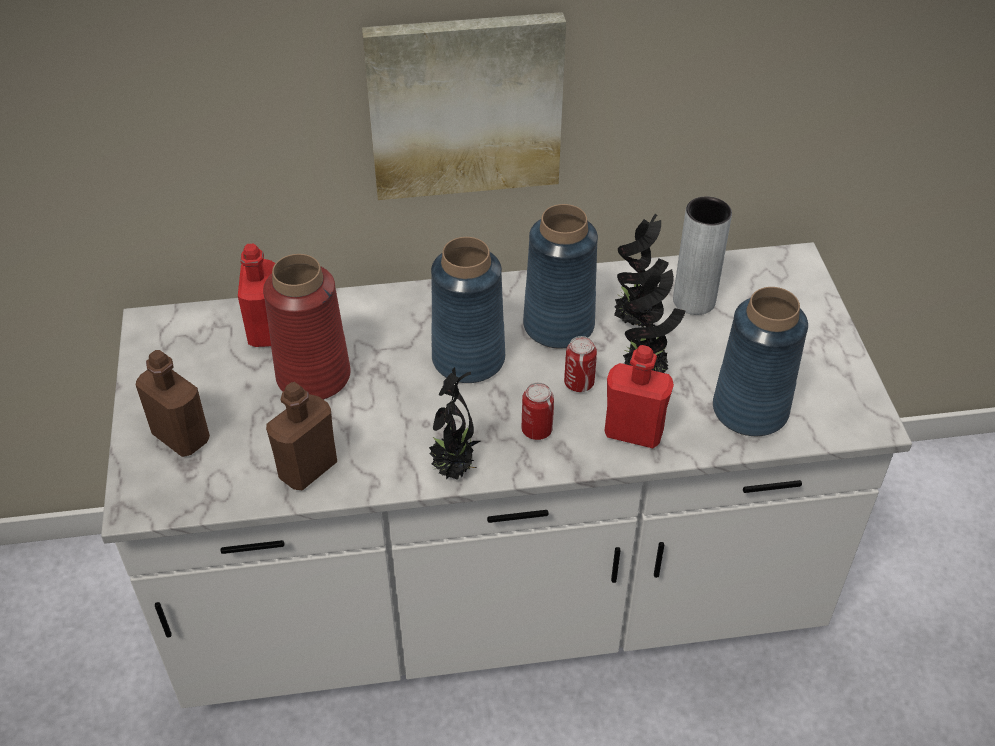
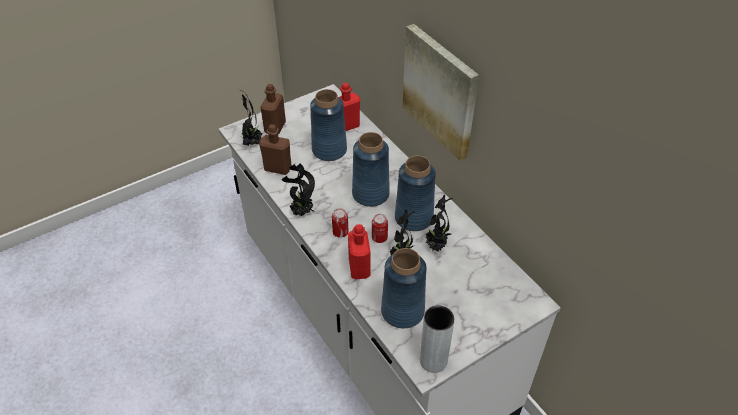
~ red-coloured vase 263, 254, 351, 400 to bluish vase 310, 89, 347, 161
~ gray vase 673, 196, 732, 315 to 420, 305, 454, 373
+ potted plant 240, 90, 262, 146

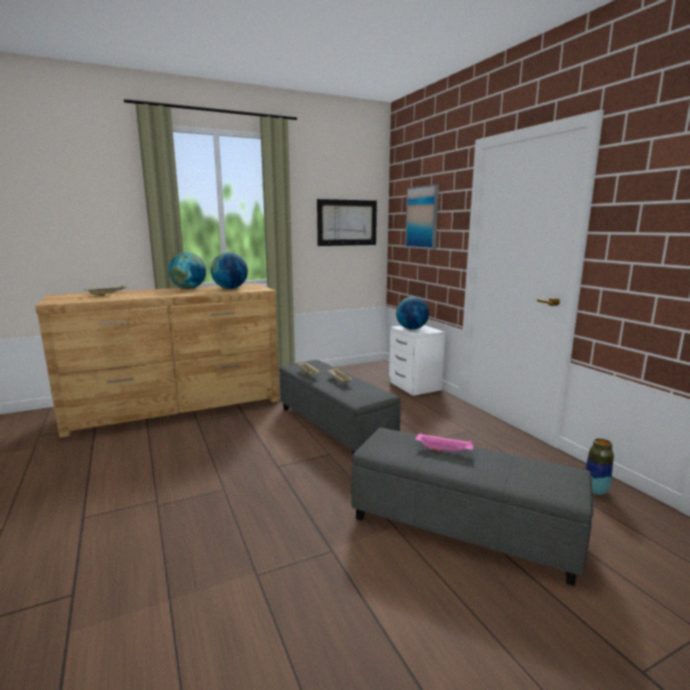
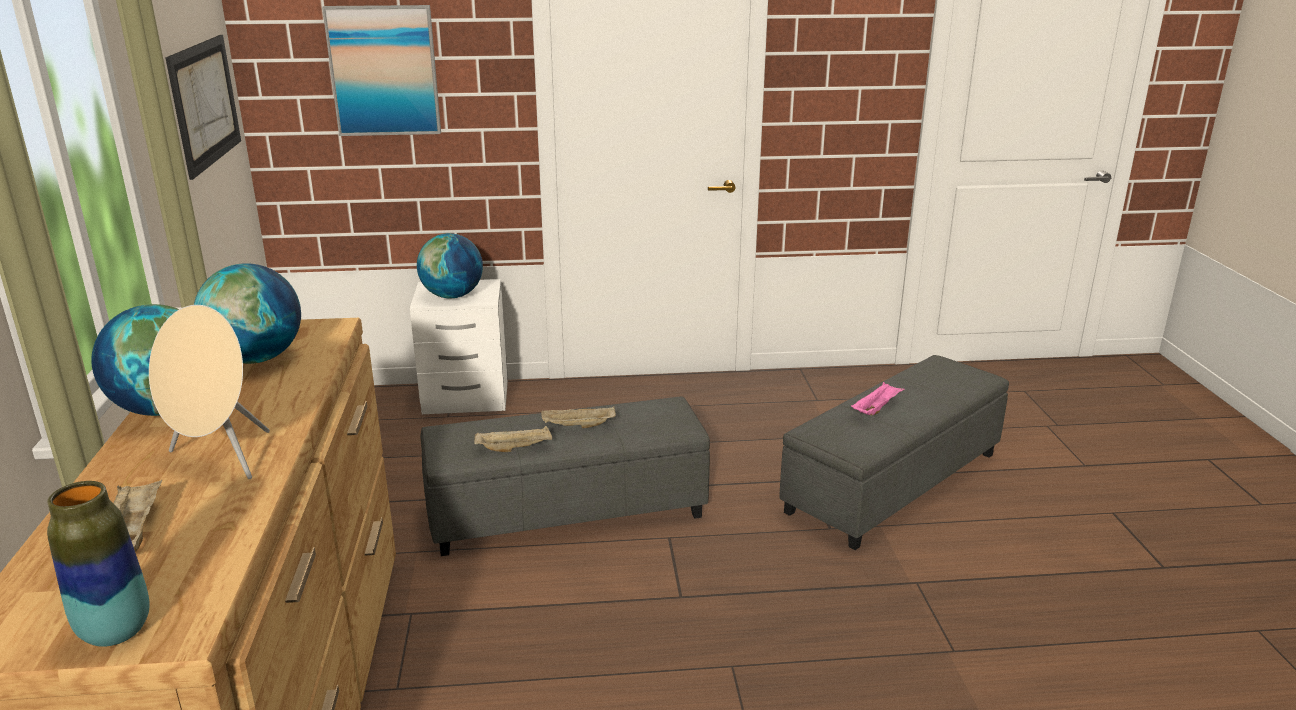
~ vase 585, 439, 614, 495 to 47, 481, 150, 647
+ beige-coloured speaker 149, 305, 270, 479

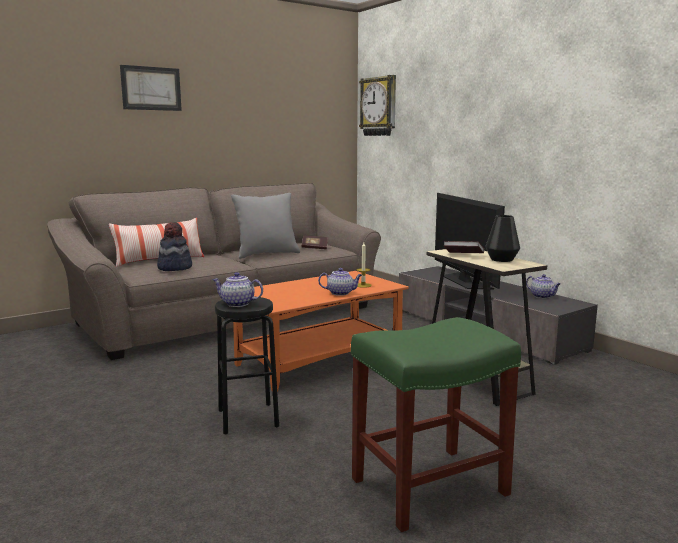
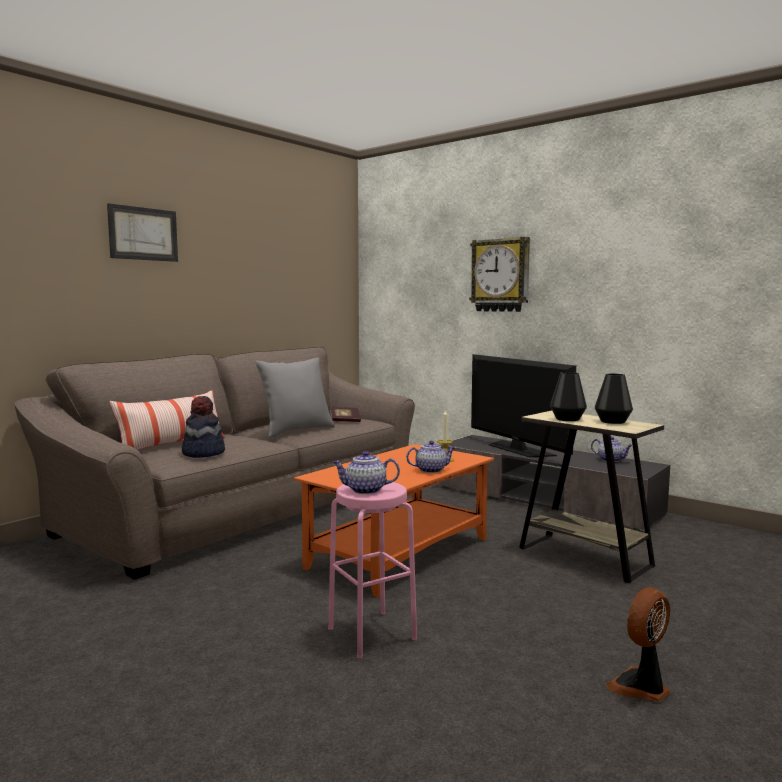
~ black-coloured stool 215, 297, 279, 434 to pink stool 328, 482, 417, 658
~ green-coloured stool 351, 317, 521, 532 to cooling fan 606, 587, 671, 702
~ clock on the wall 359, 75, 396, 136 to 469, 237, 530, 312
~ bound book 444, 241, 484, 253 to black-coloured vase 550, 372, 587, 421

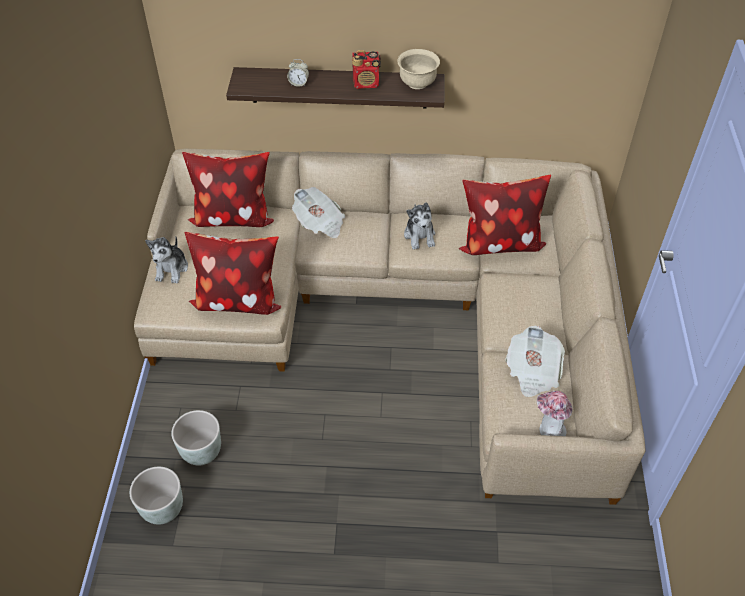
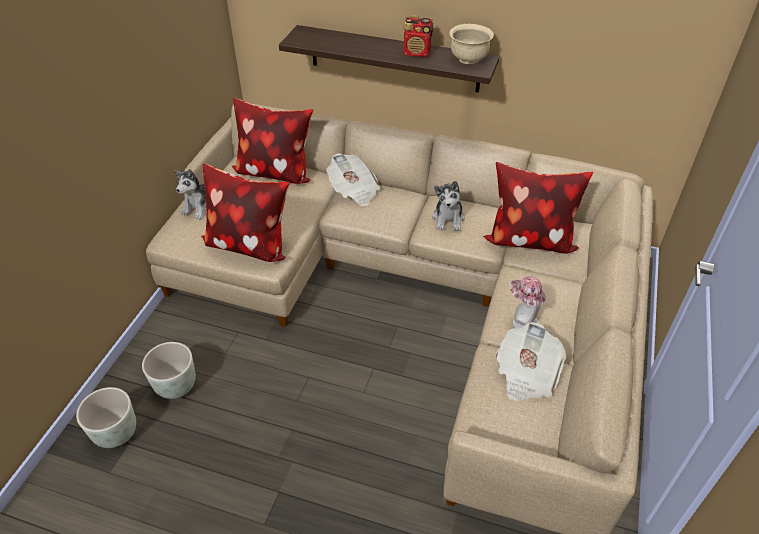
- bedside clock 287, 59, 309, 87
~ wearable hat 537, 391, 572, 436 to 510, 276, 546, 329

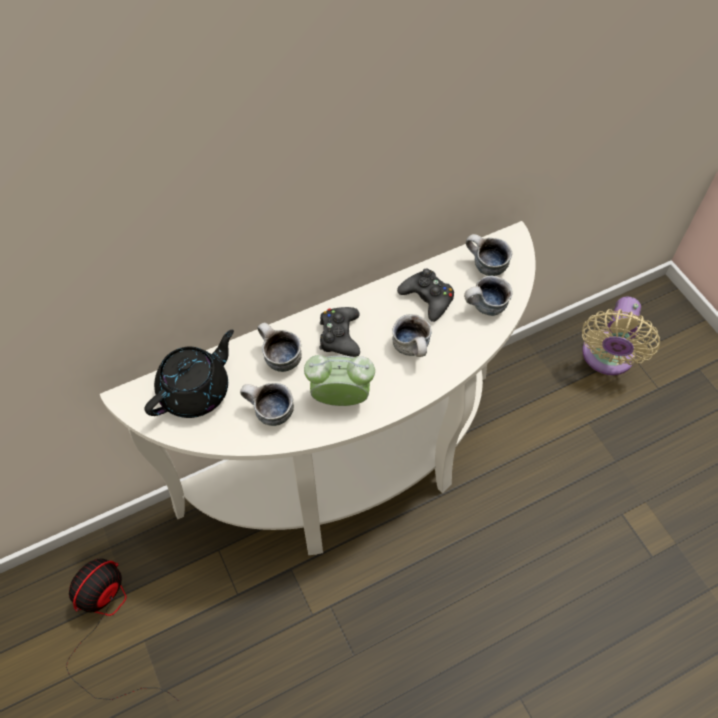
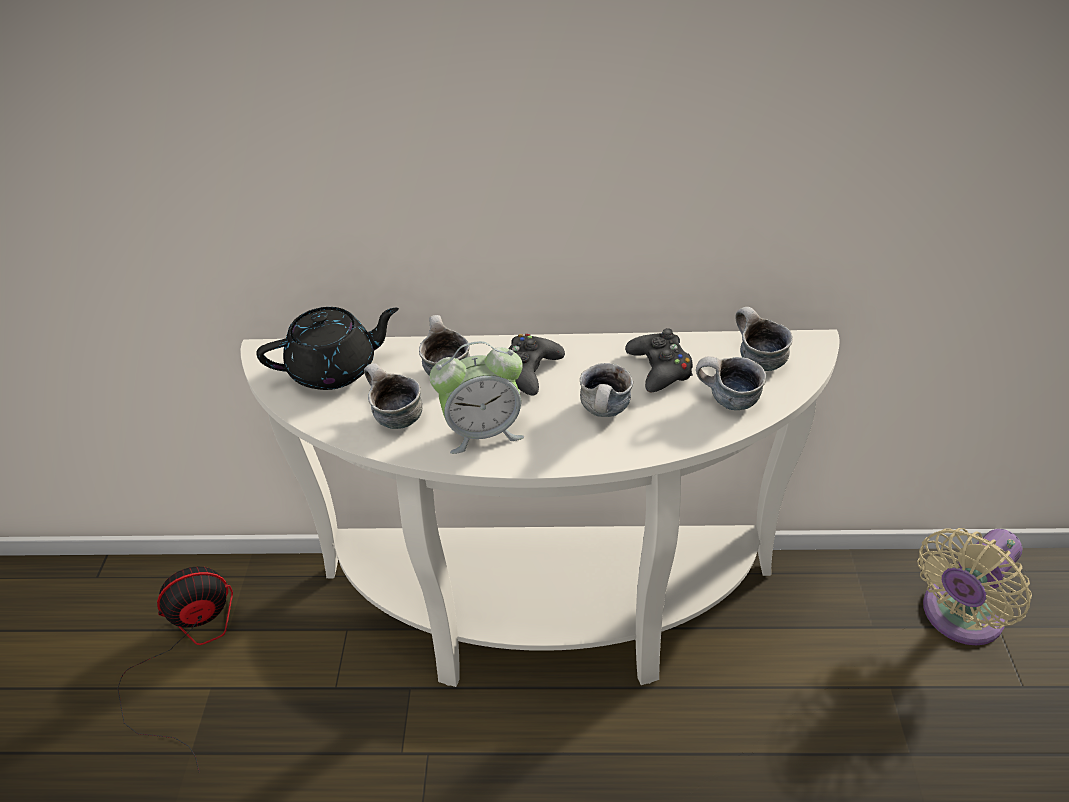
~ bedside clock 304, 355, 375, 406 = 430, 341, 524, 454 135 degrees clockwise

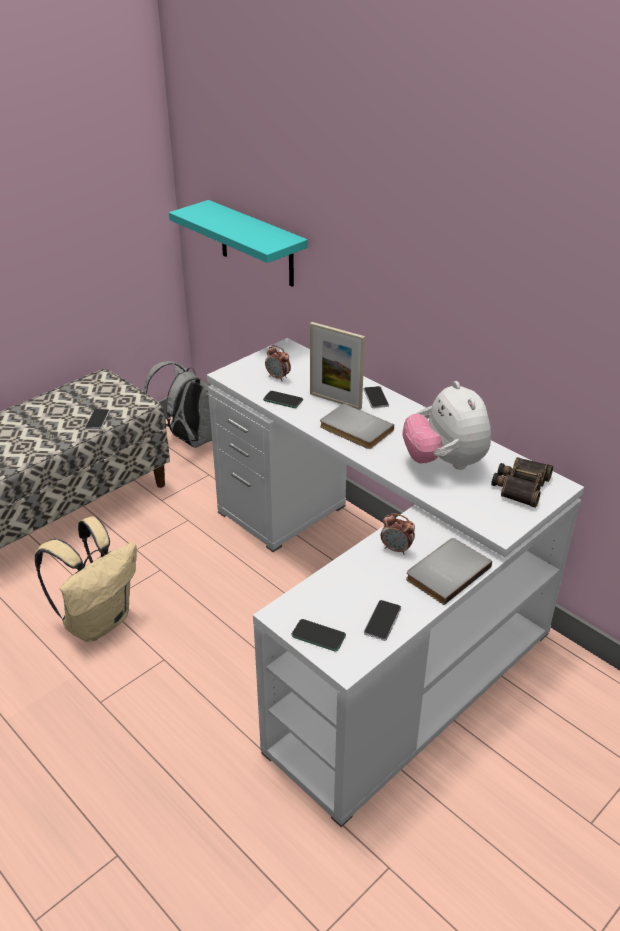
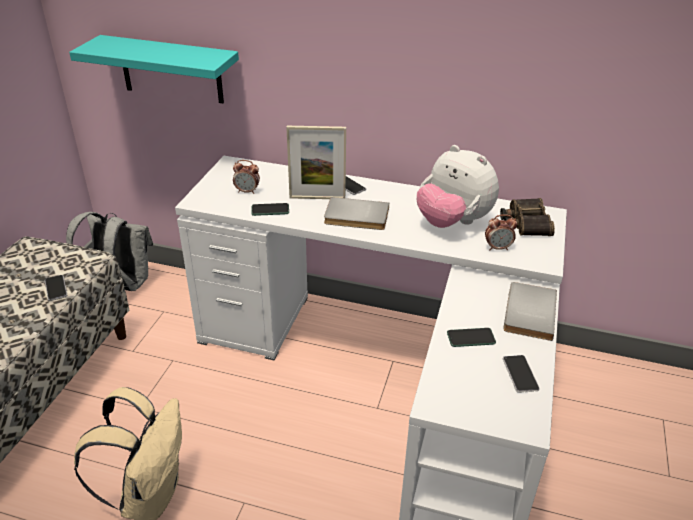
~ handset 291, 619, 346, 651 to 447, 328, 496, 347
~ bedside clock 381, 513, 415, 555 to 485, 214, 517, 250

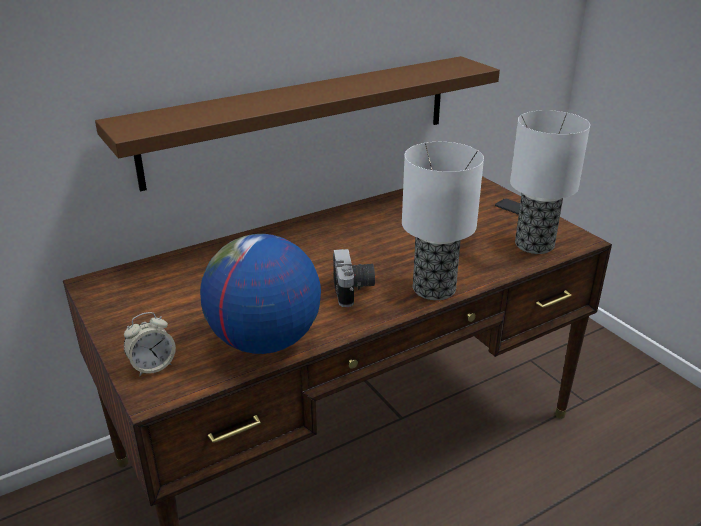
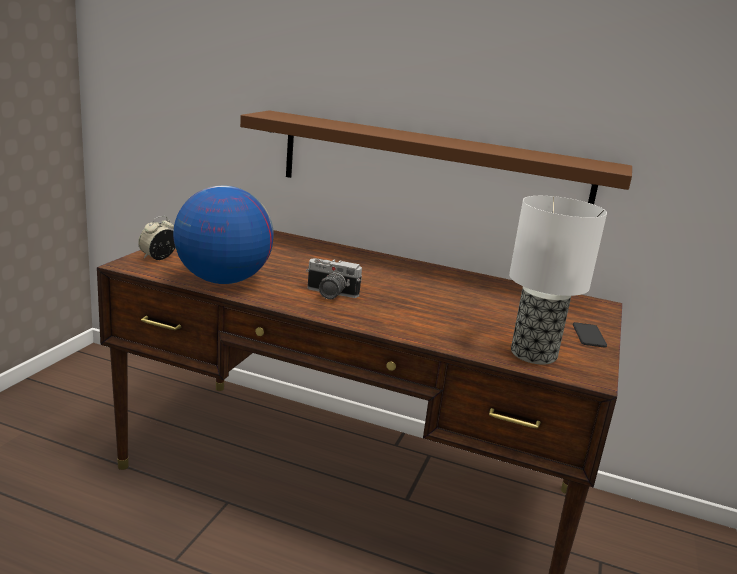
~ bedside clock 124, 312, 176, 376 = 138, 216, 175, 260 105 degrees clockwise
~ photo camera 333, 249, 375, 307 = 306, 258, 362, 299 60 degrees clockwise
- lamp for a table 402, 142, 484, 300

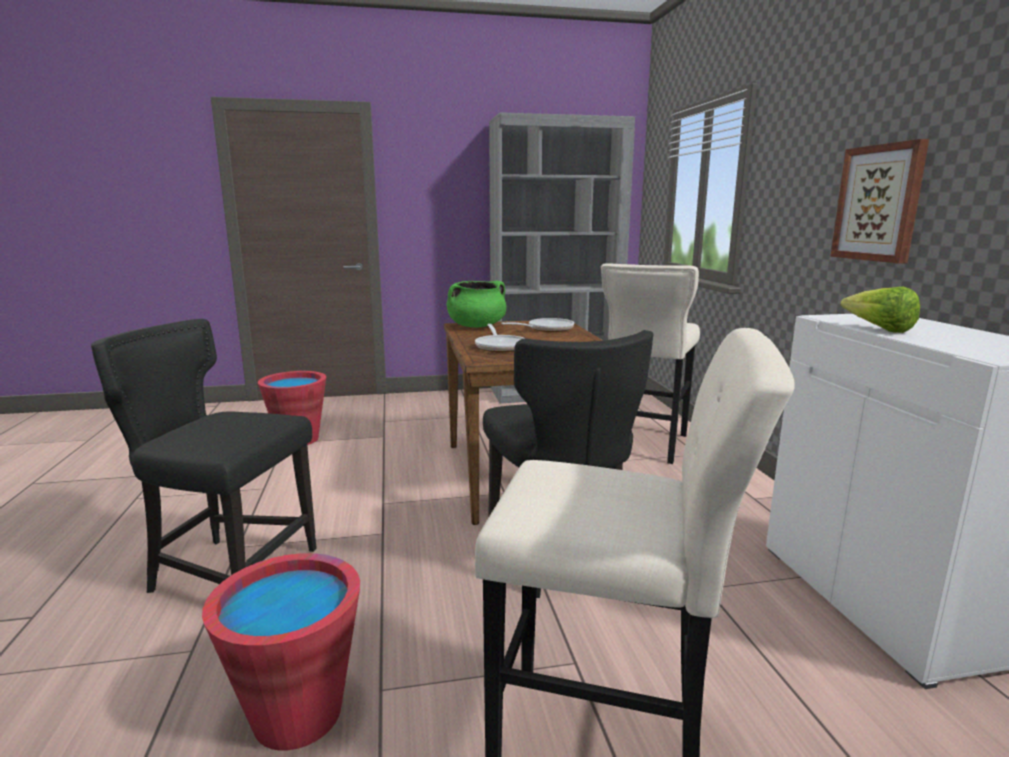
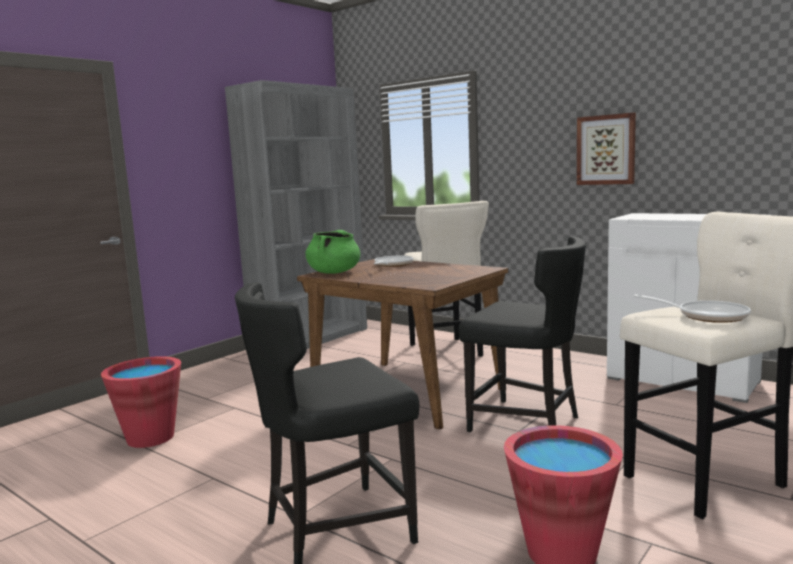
~ pan 475, 324, 526, 352 to 634, 294, 751, 323
- head of lettuce 840, 287, 920, 333

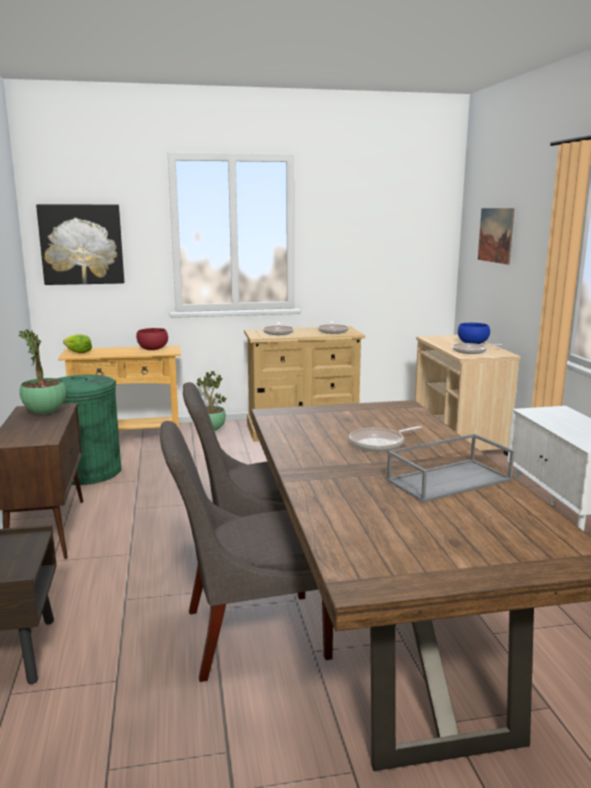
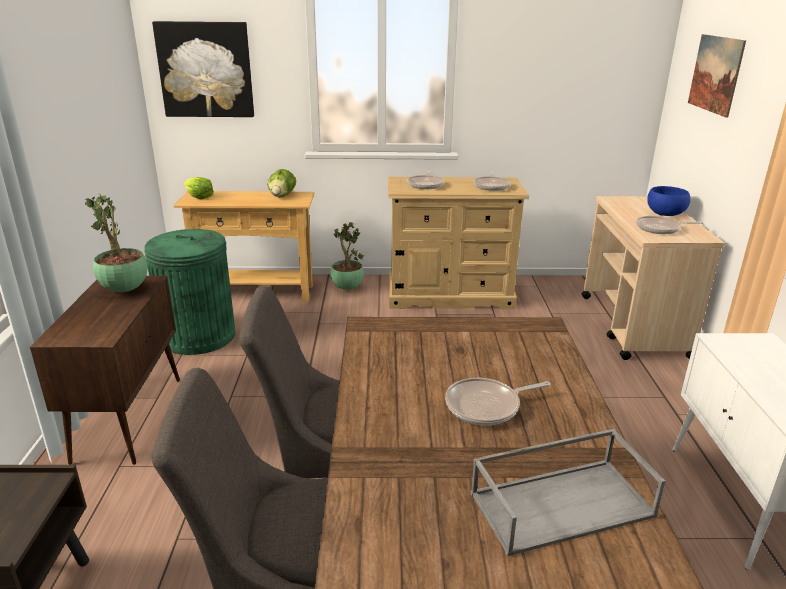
~ red-coloured deep dish 136, 328, 168, 350 to head of lettuce 268, 169, 296, 197

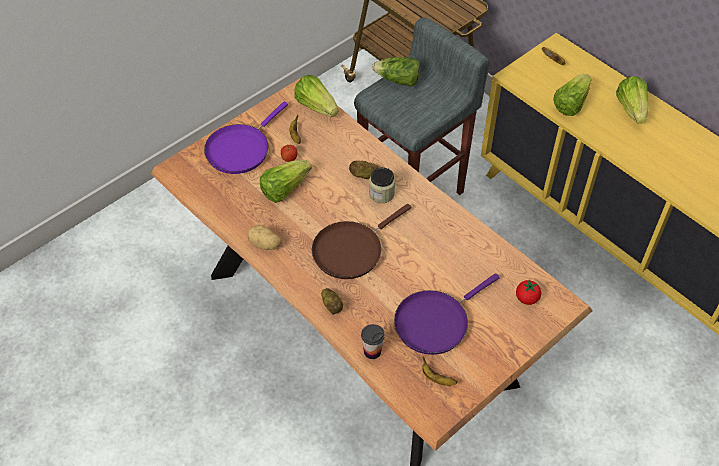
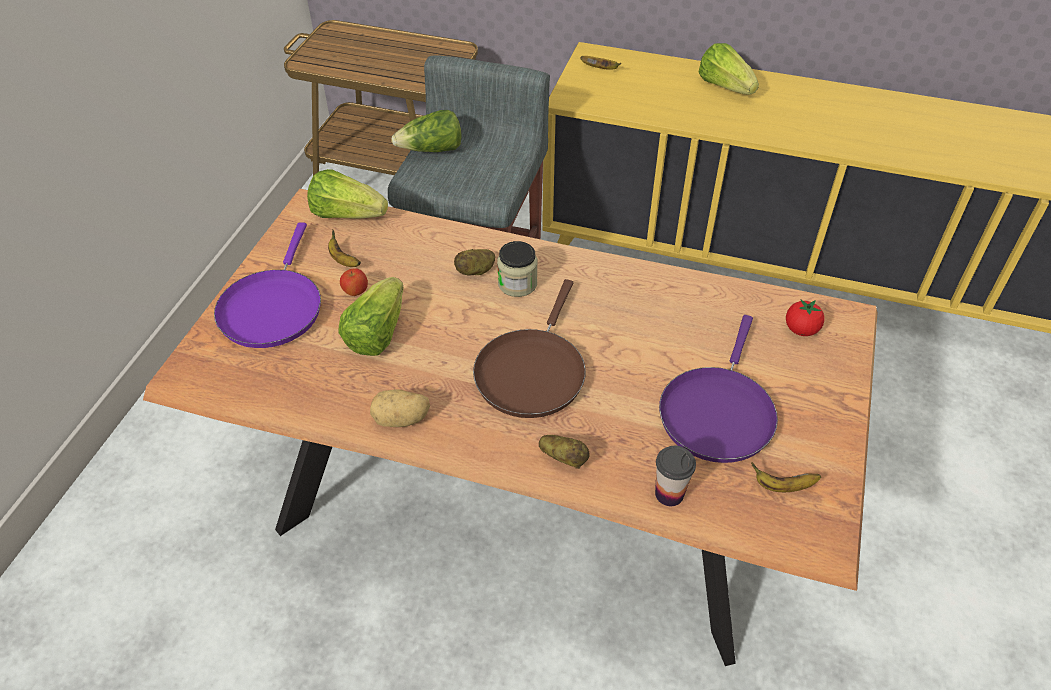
- head of lettuce 553, 74, 592, 116

